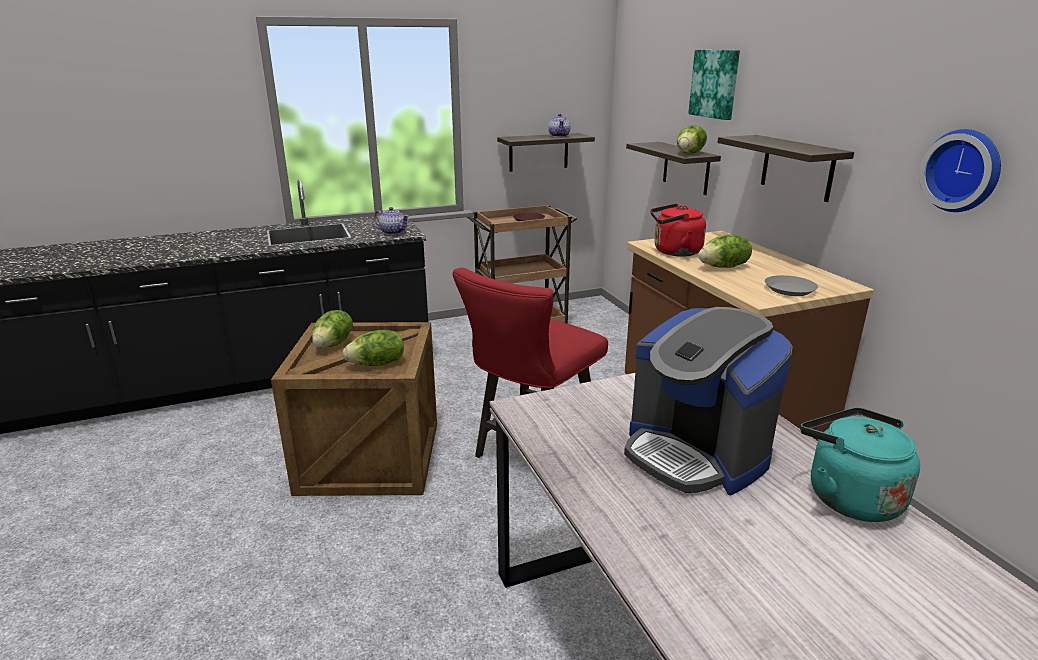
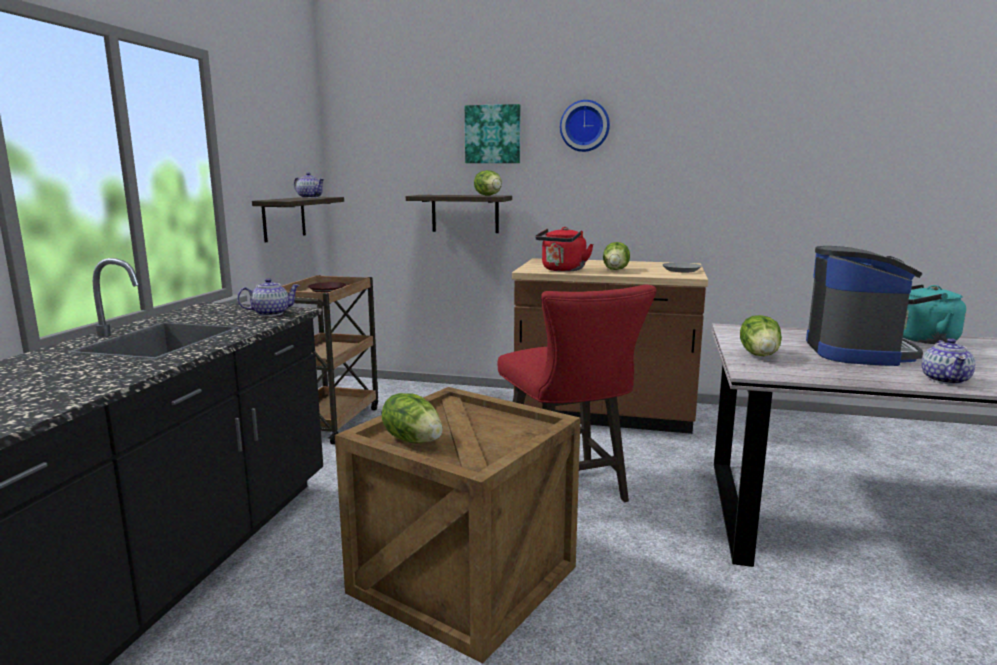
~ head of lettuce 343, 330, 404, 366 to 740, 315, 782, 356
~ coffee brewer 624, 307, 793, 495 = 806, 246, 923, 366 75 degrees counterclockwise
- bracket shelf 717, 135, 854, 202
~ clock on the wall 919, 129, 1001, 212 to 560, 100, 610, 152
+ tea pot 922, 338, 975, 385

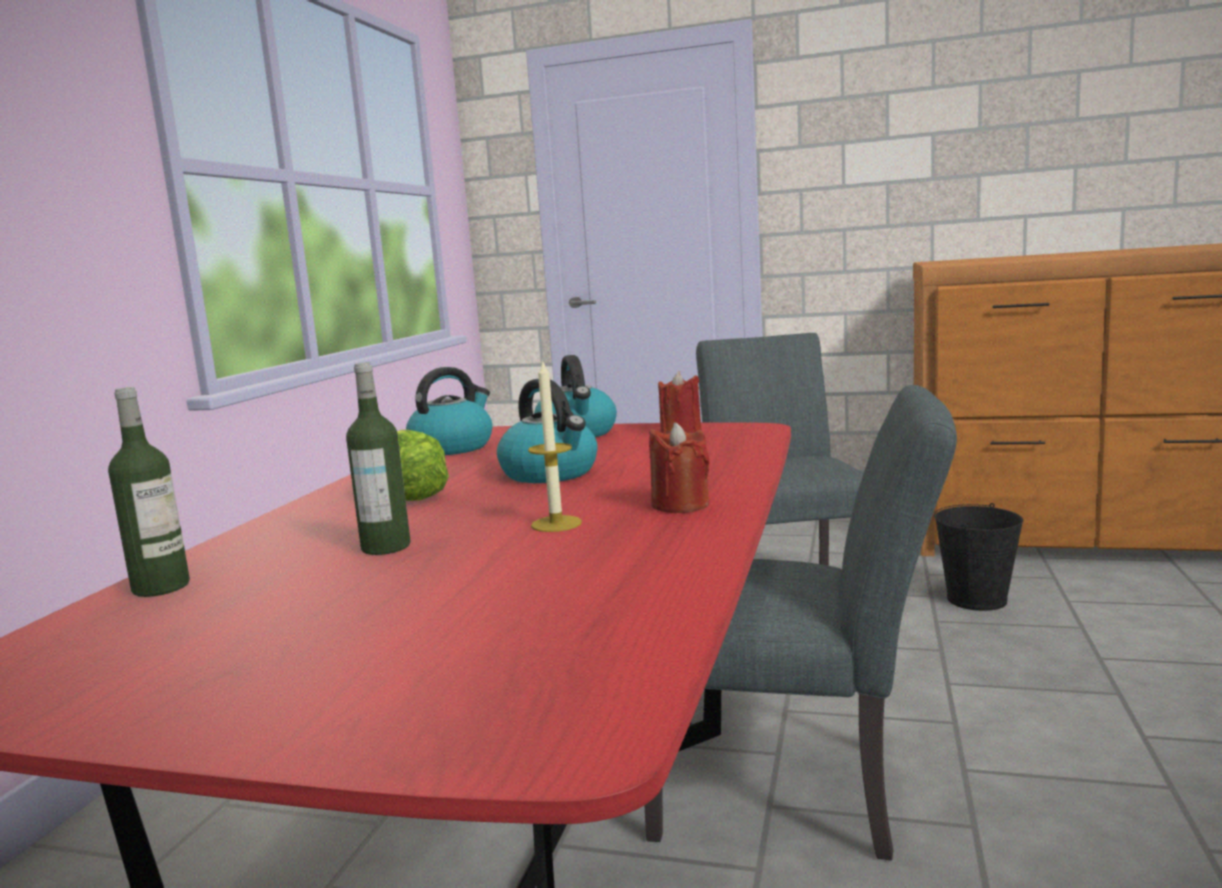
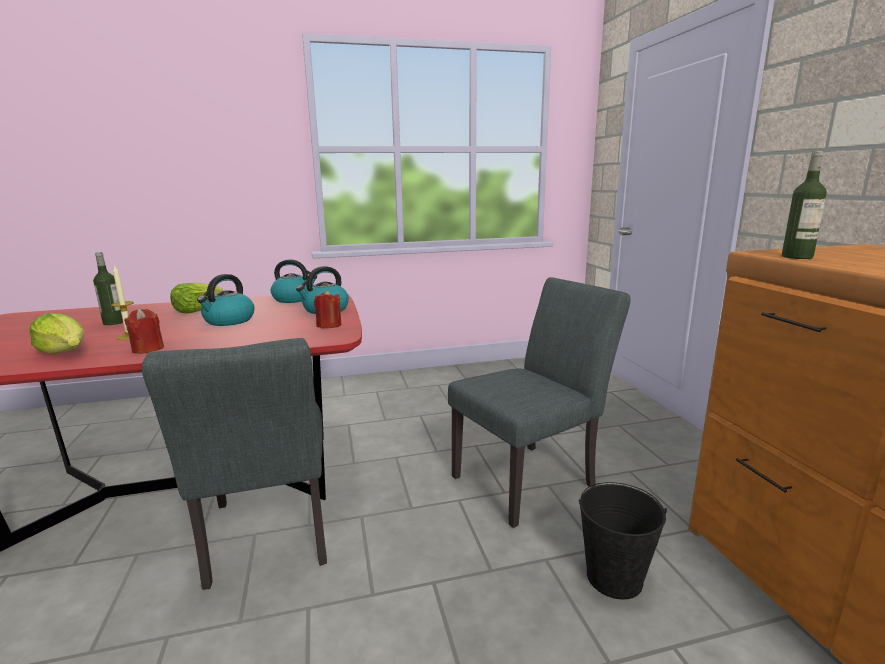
~ bottle 108, 387, 190, 597 to 782, 151, 827, 259
+ head of lettuce 29, 313, 84, 354

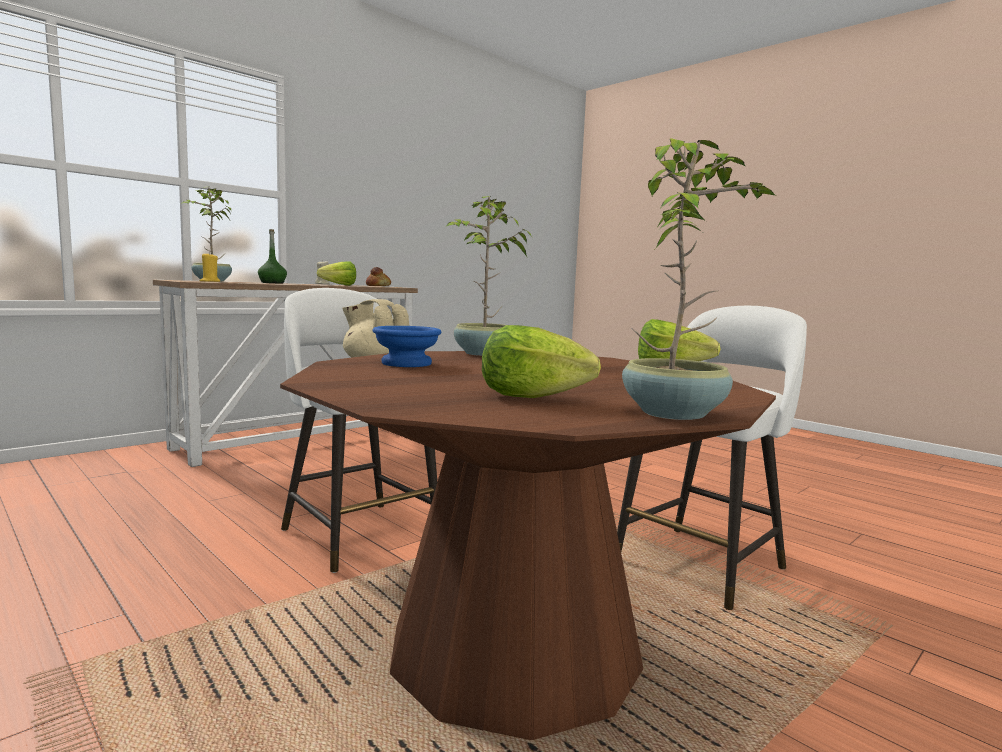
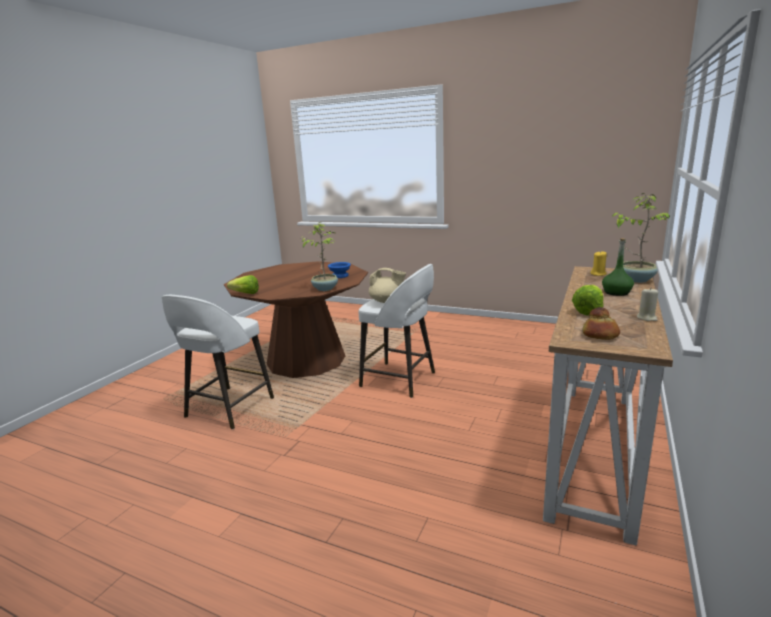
- head of lettuce 482, 325, 601, 398
- potted plant 622, 138, 776, 420

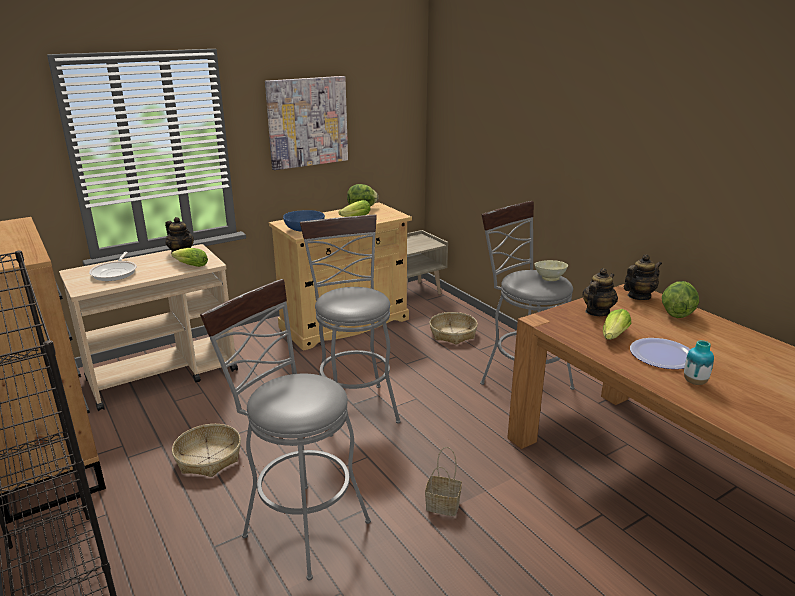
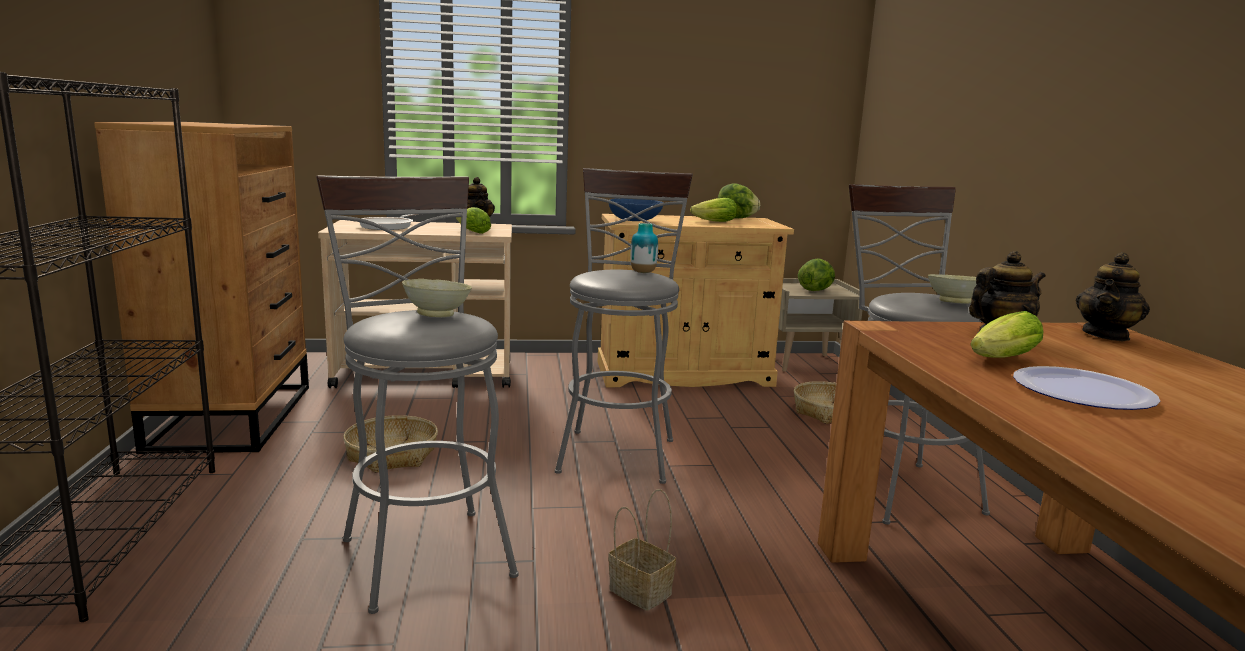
- wall picture 265, 76, 348, 170
~ tea pot 624, 254, 662, 300 = 1076, 252, 1150, 341 135 degrees clockwise
~ head of lettuce 662, 281, 699, 318 to 798, 258, 835, 291
~ vase 684, 340, 714, 385 to 631, 223, 658, 273
+ beige-coloured deep dish 402, 279, 472, 317

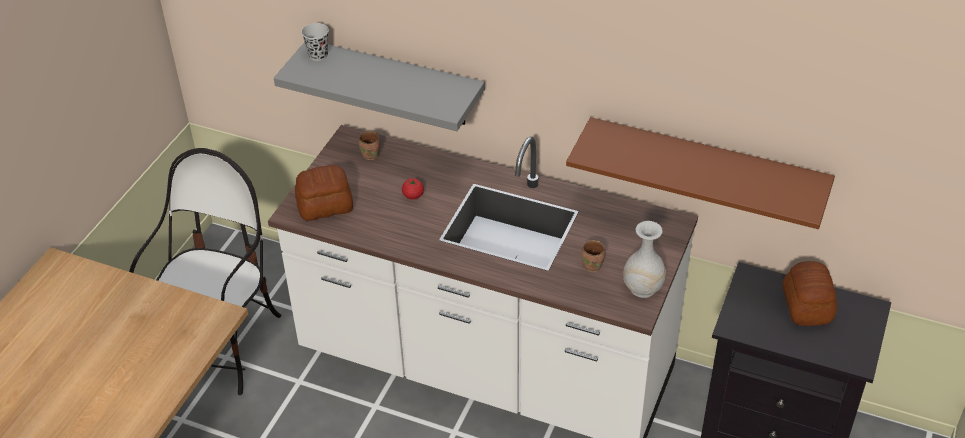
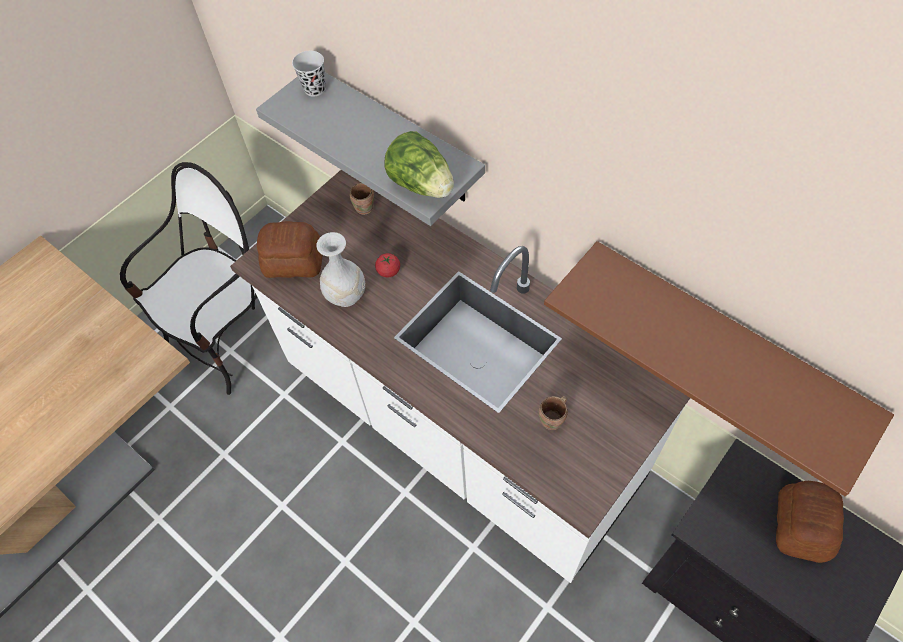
~ white-coloured vase 623, 221, 666, 298 to 316, 232, 365, 307
+ head of lettuce 384, 131, 454, 198

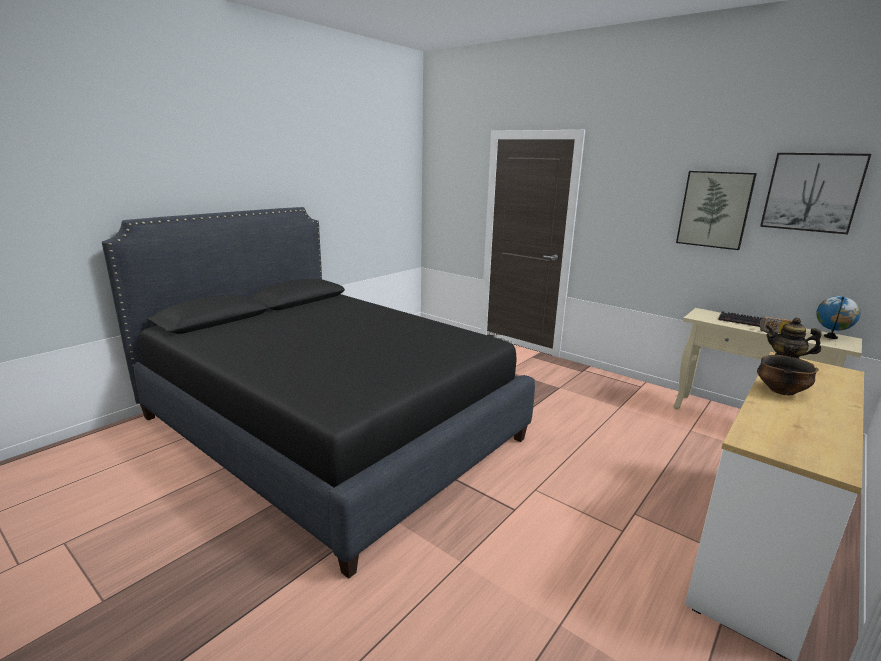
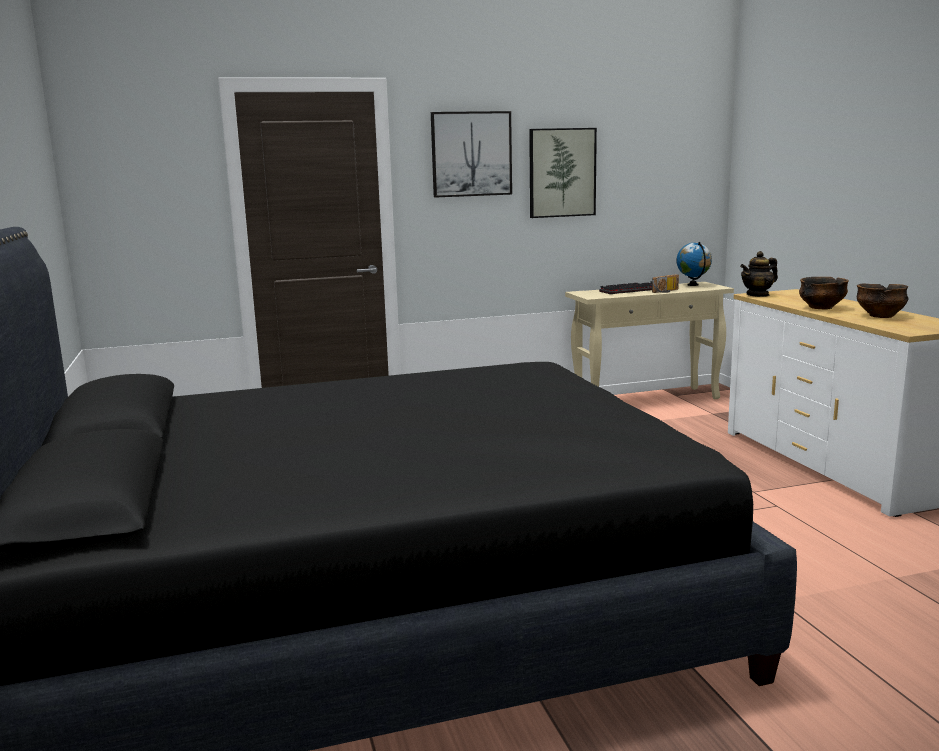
~ wall picture 760, 153, 871, 234 to 431, 111, 512, 198
+ deep dish 857, 284, 908, 318

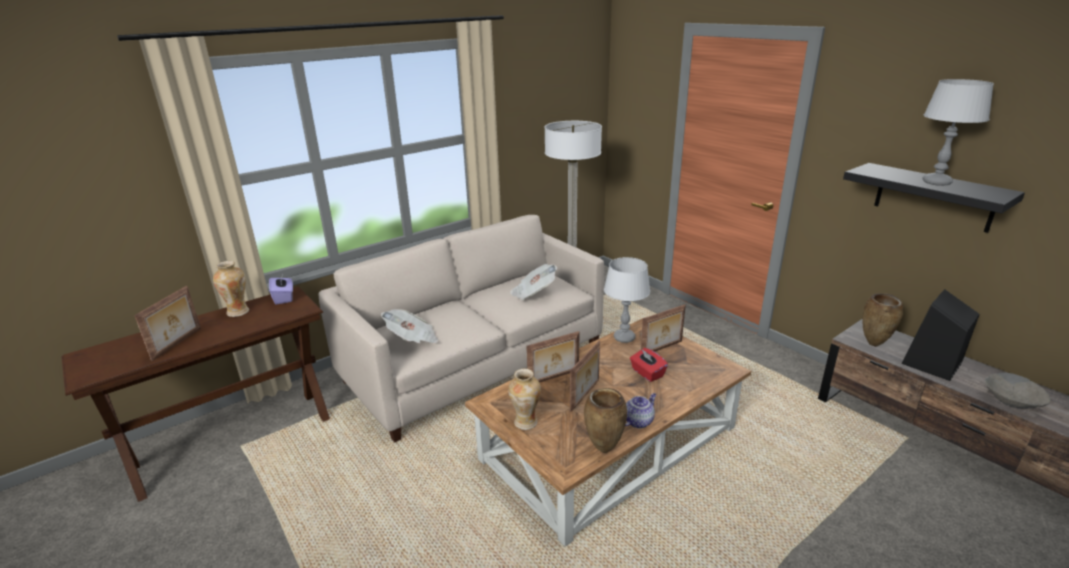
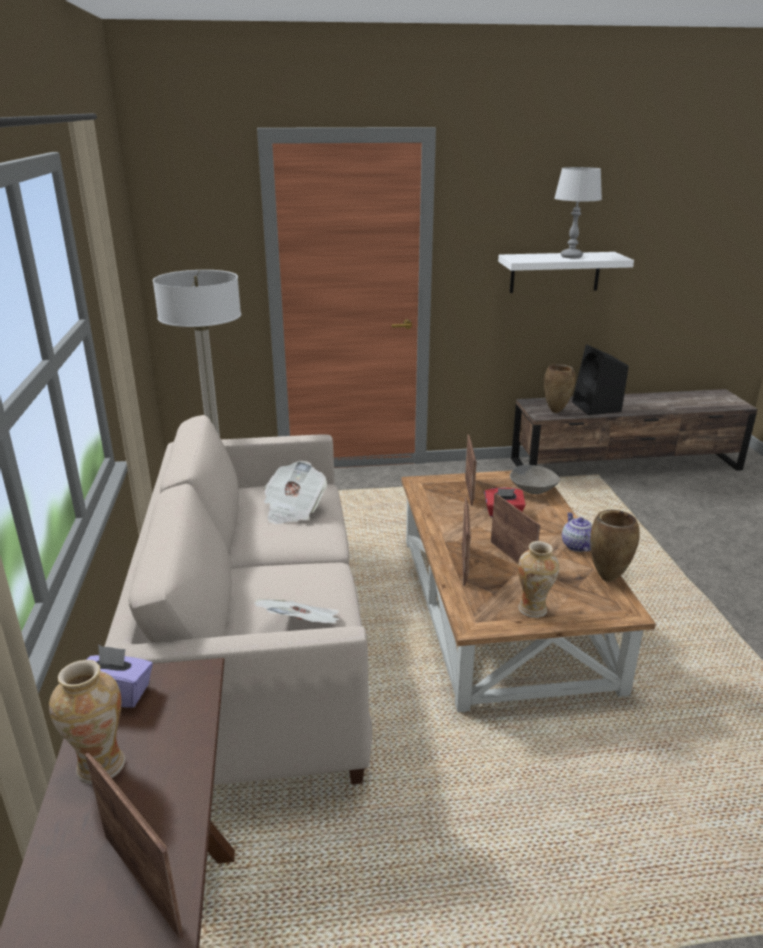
- gray lamp for a table 604, 257, 650, 343
~ black-coloured bracket shelf 843, 163, 1025, 233 to white-coloured bracket shelf 498, 252, 634, 293
~ gray deep dish 985, 373, 1051, 409 to 510, 465, 560, 494

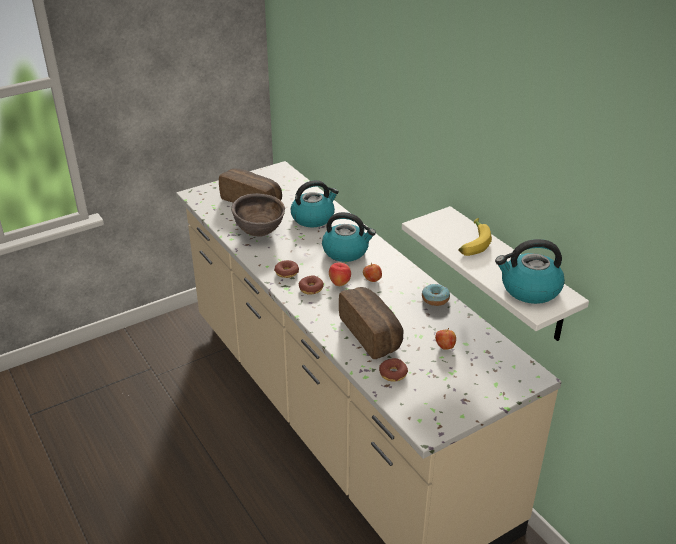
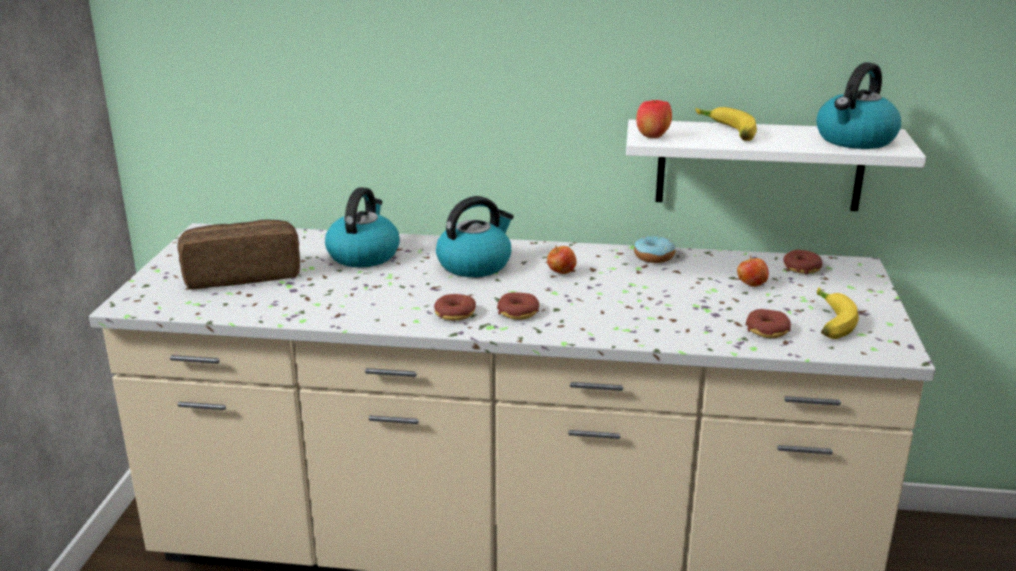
- brown deep dish 231, 193, 285, 237
~ apple 329, 262, 351, 286 to 636, 100, 672, 138
- bread 339, 287, 404, 359
+ donut 783, 250, 822, 274
+ banana fruit 817, 287, 859, 339

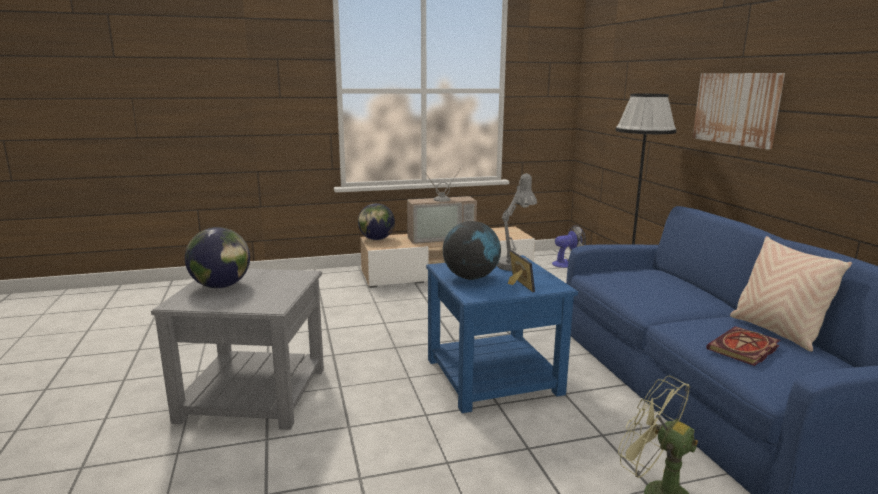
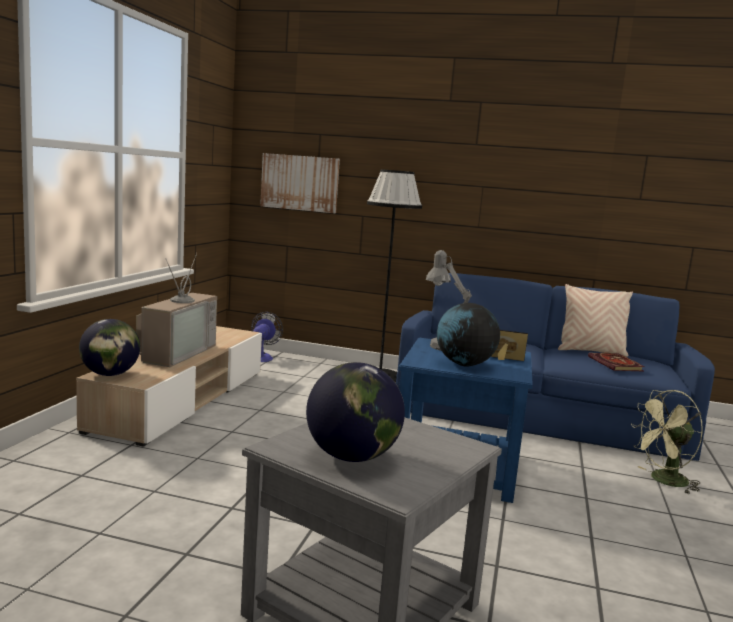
~ wall picture 693, 73, 785, 149 to 260, 153, 340, 213

